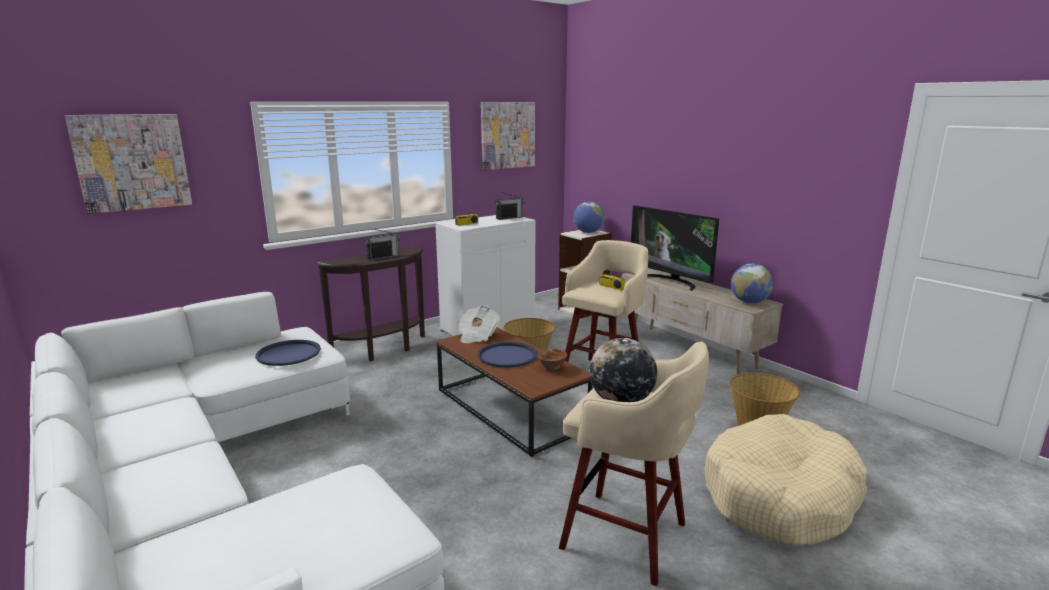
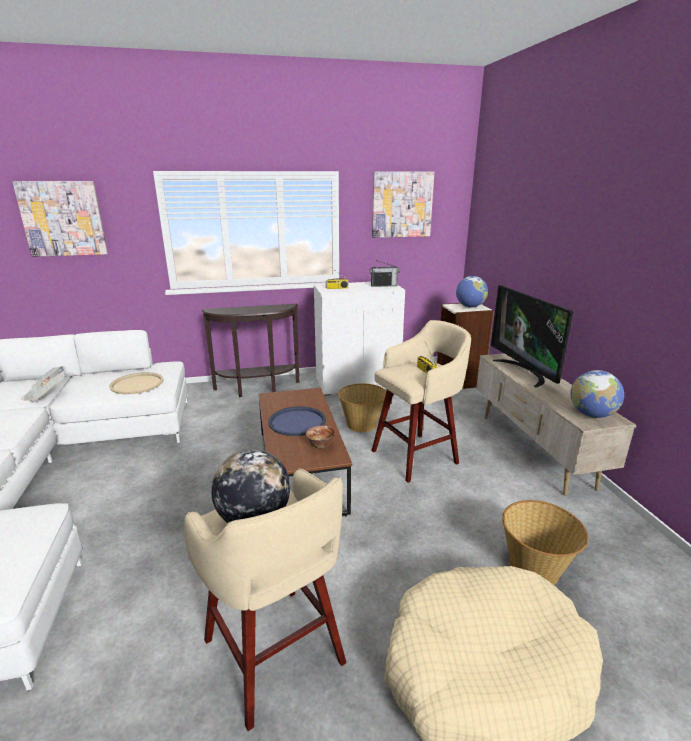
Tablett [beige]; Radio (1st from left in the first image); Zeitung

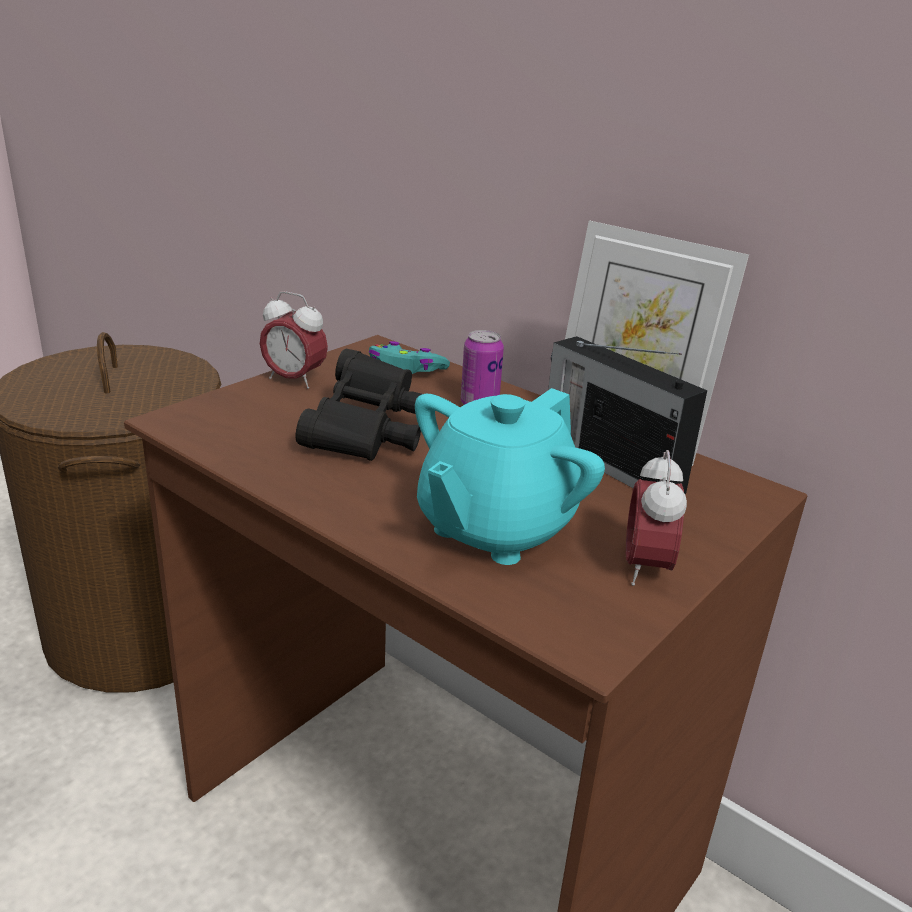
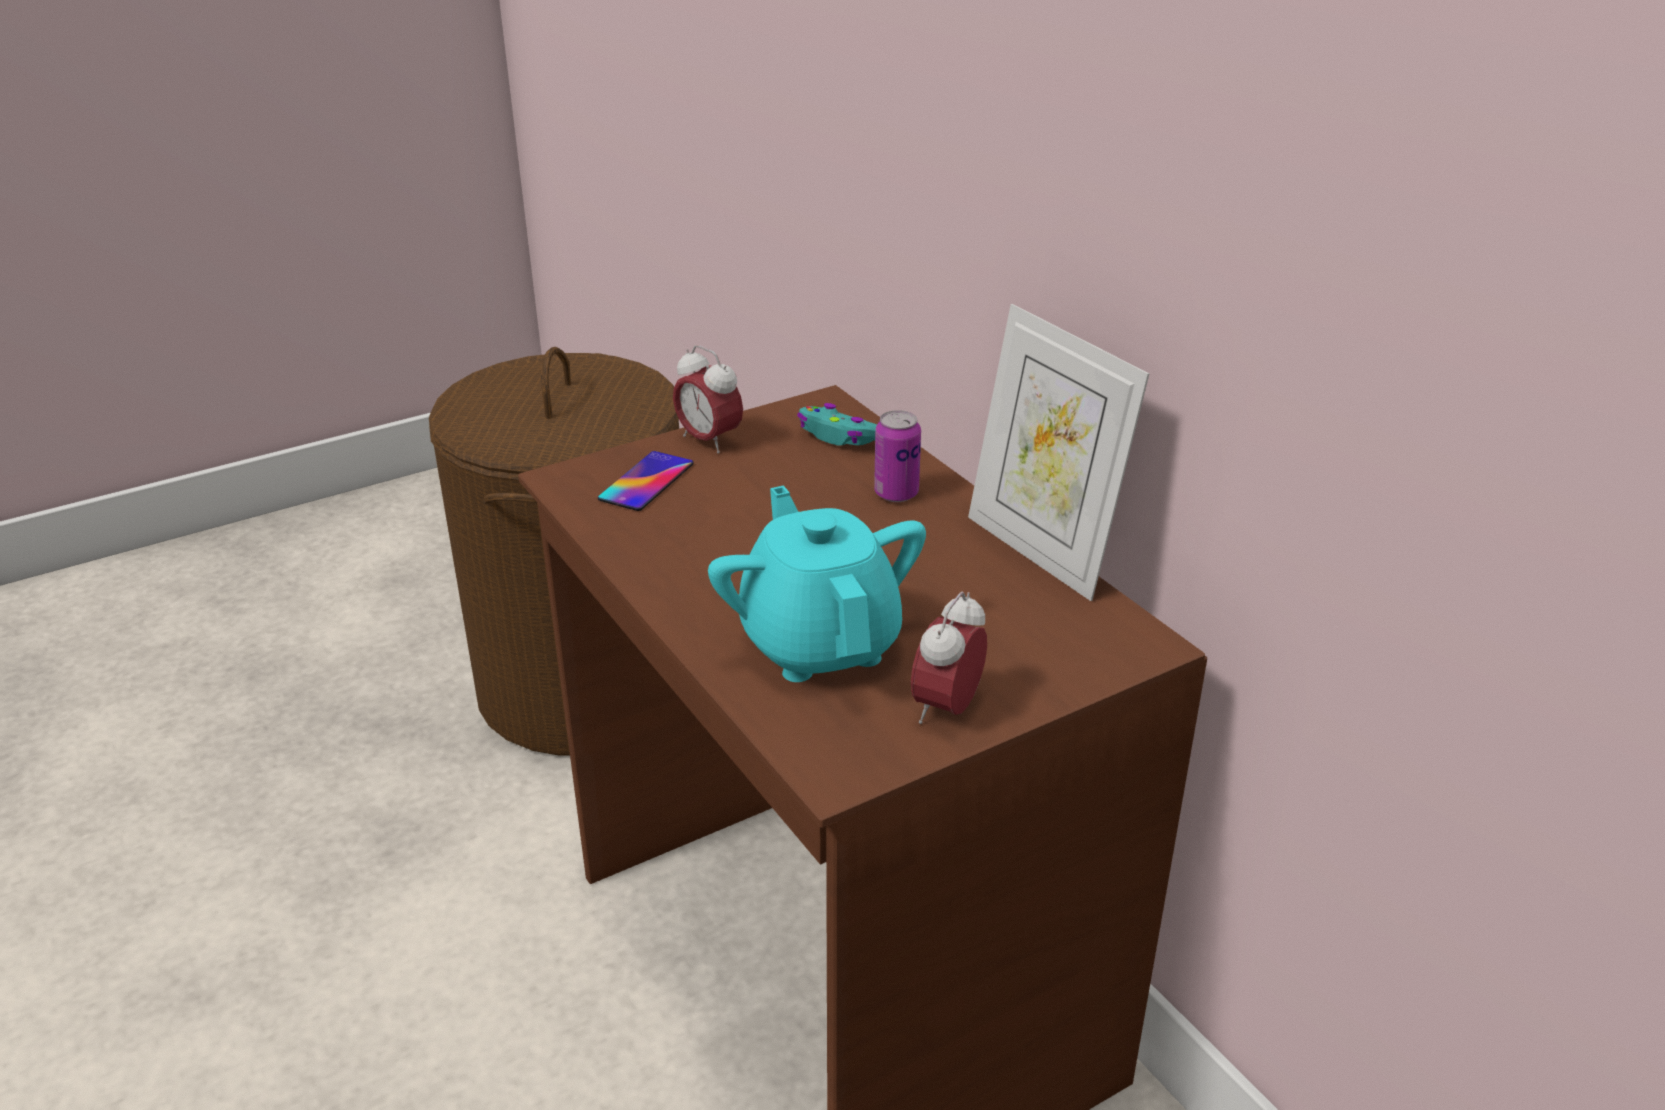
Fernglas [schwarz]; Teekanne [türkis]; Radio; Handy

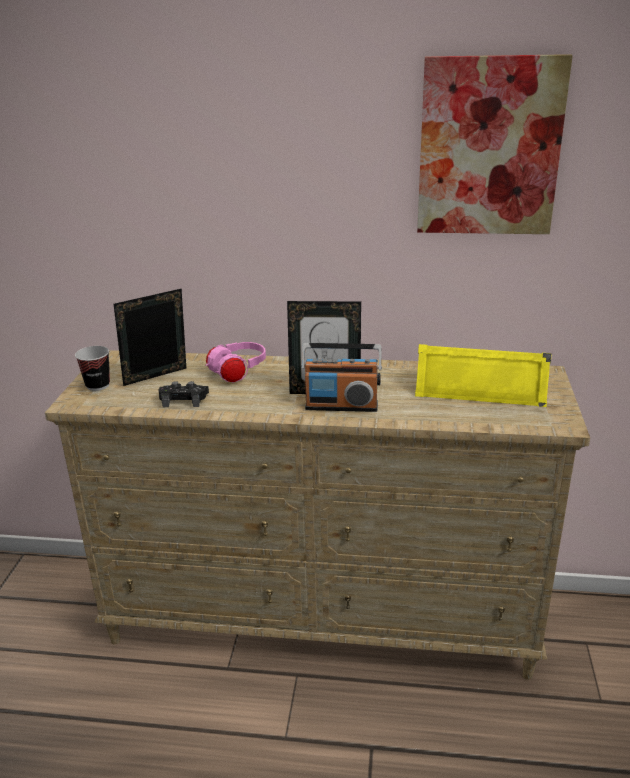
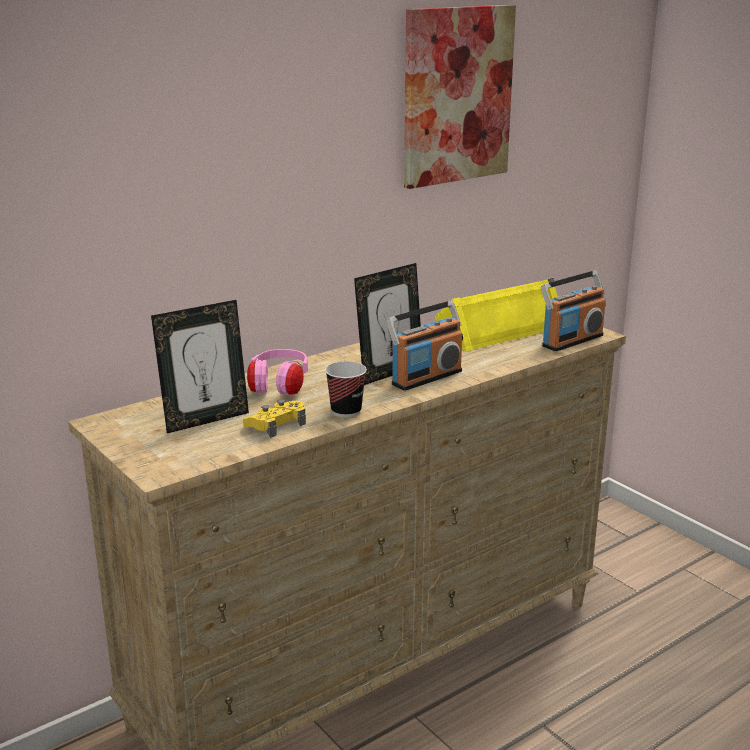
Tasse; Bilderrahmen (1st from left); Gamepad [gelb]; Radio (2nd from left)

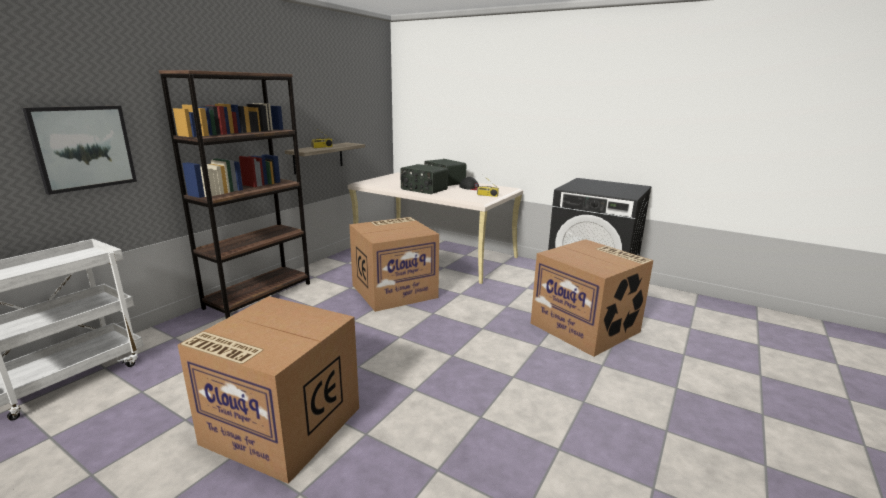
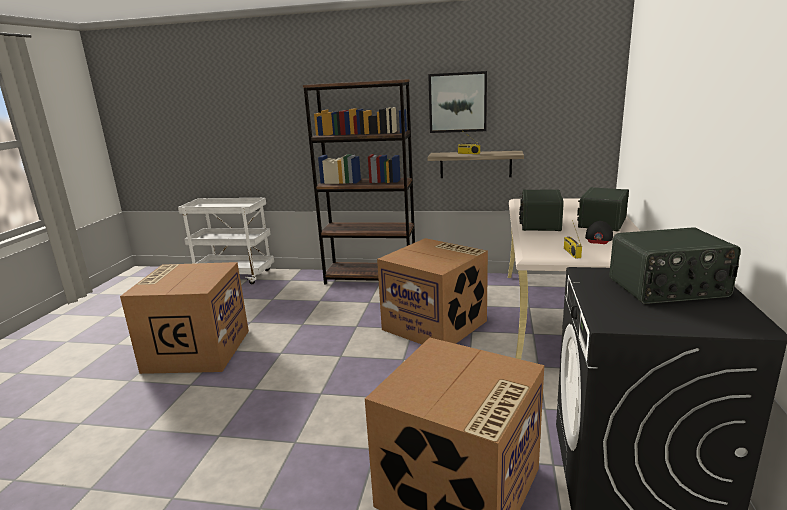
Bild; Radio (5th from left)

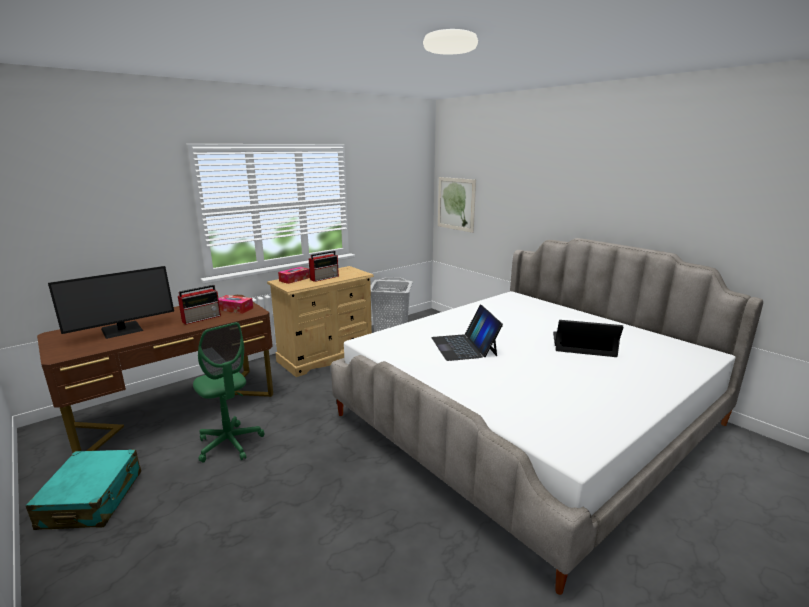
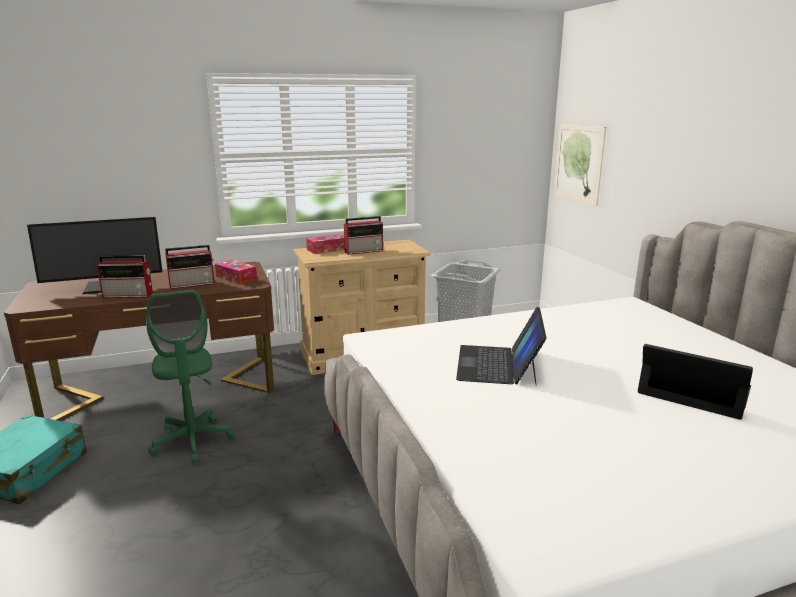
Radio (1st from left)

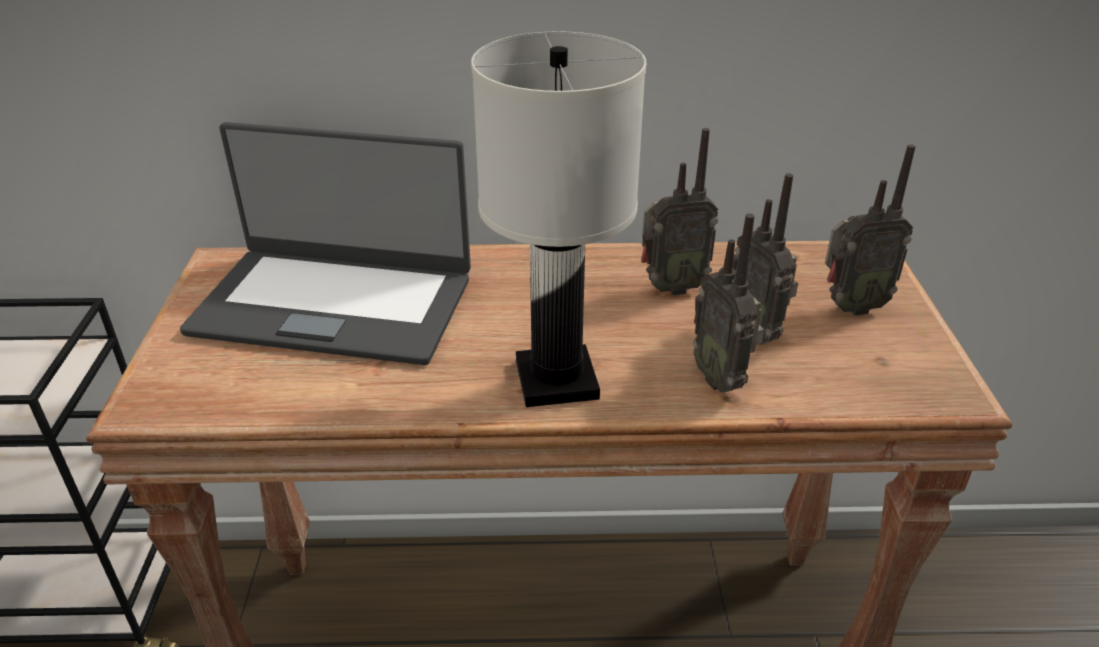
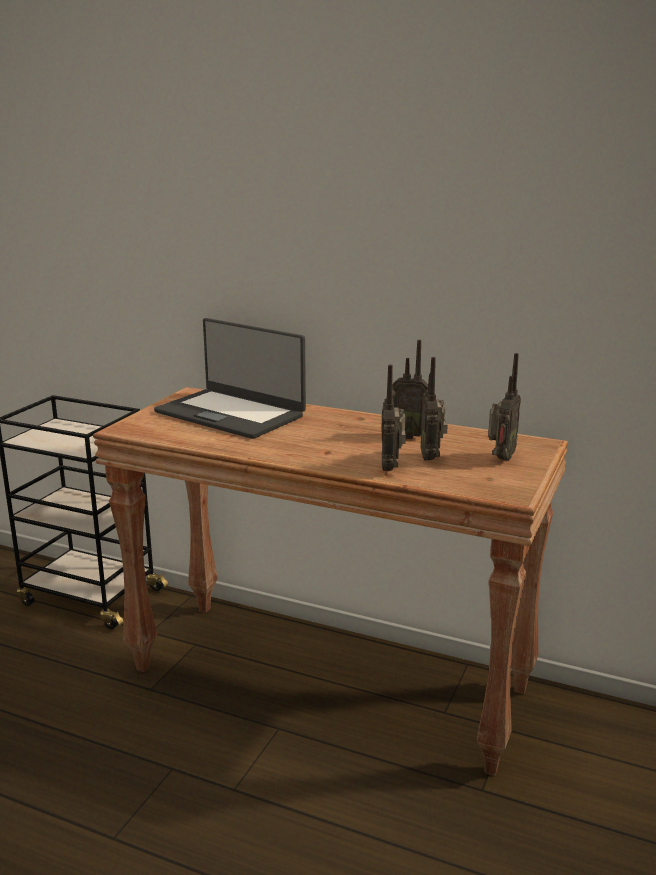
Tischlampe [weiß]; Radio (4th from left)

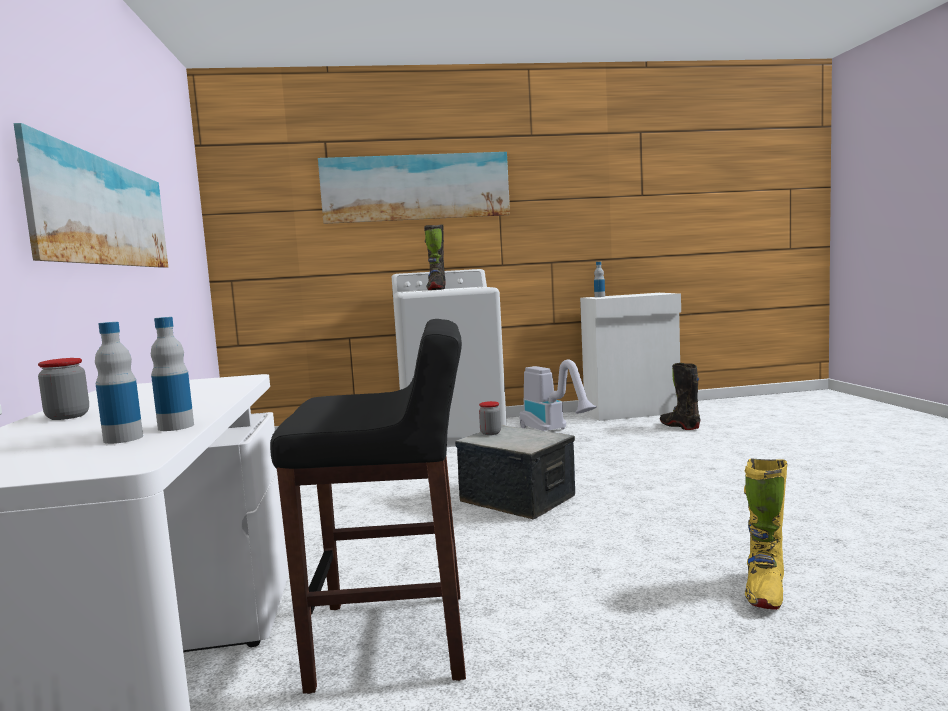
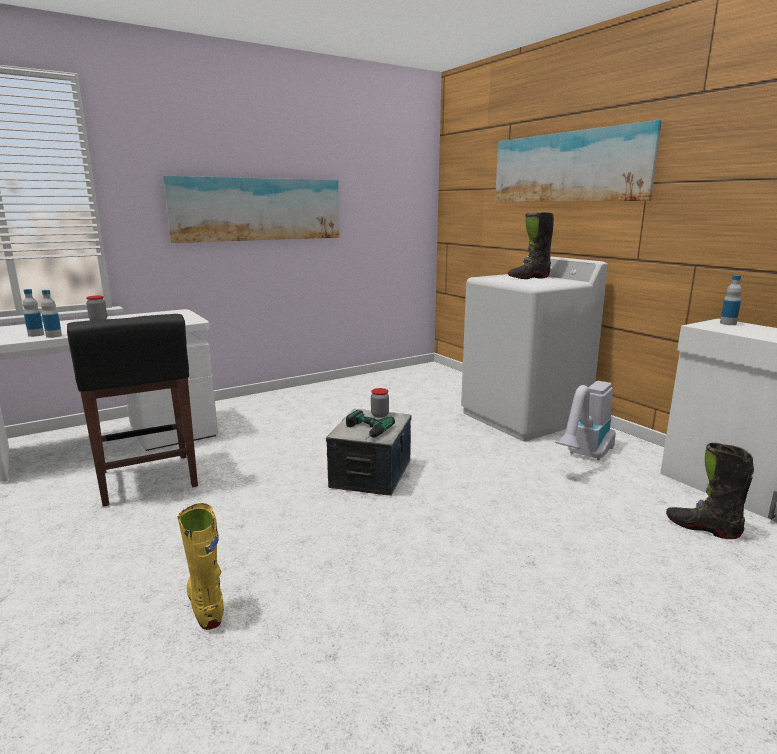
Stiefel [schwarz] (2nd from left); Stiefel [gelb]; Bohrmaschine

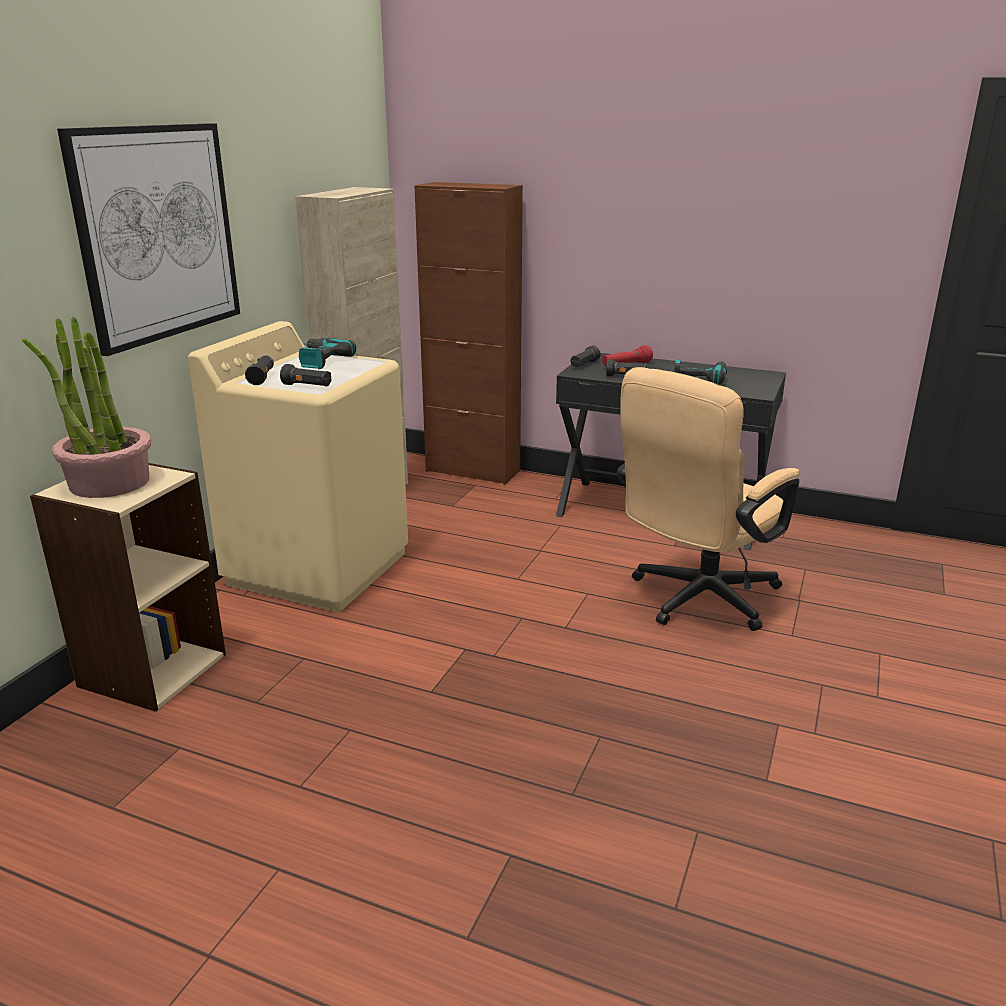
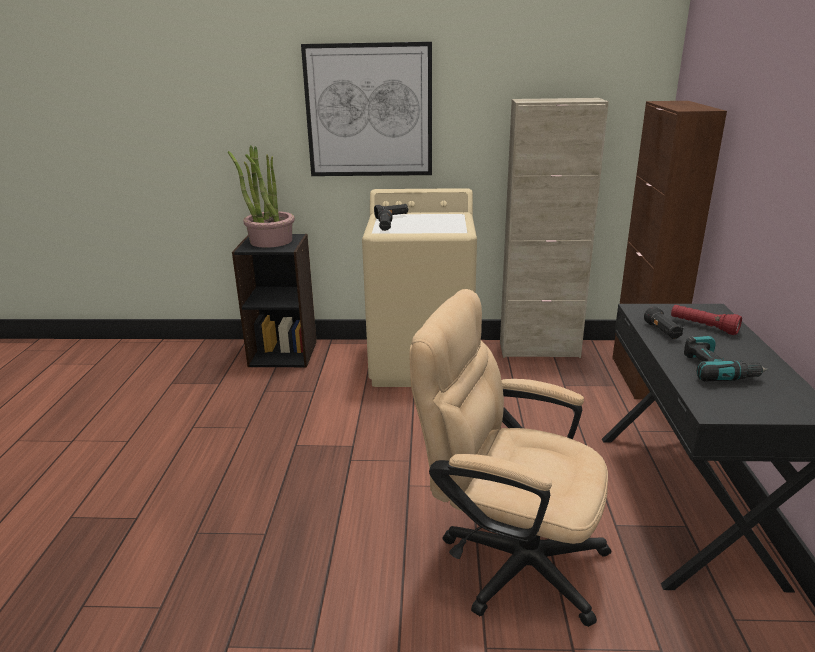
Bücherregal [schwarz]; Bohrmaschine (1st from left in the first image); Taschenlampe [schwarz] (3rd from left in the first image)

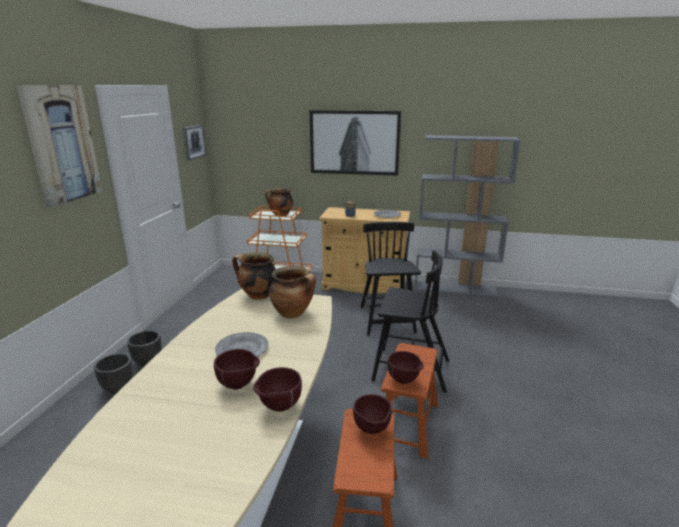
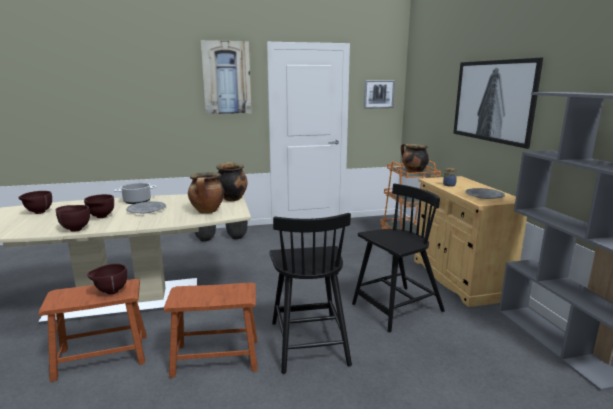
Schüssel [braun] (1st from left); Kochtopf (1st from left)

